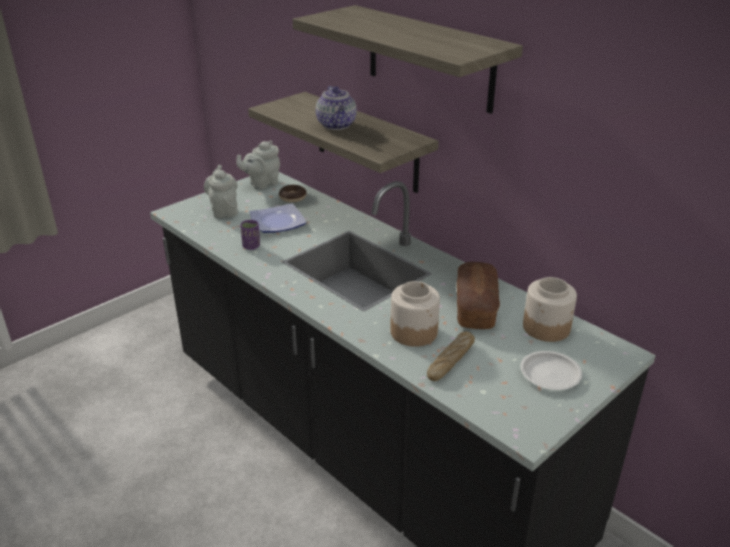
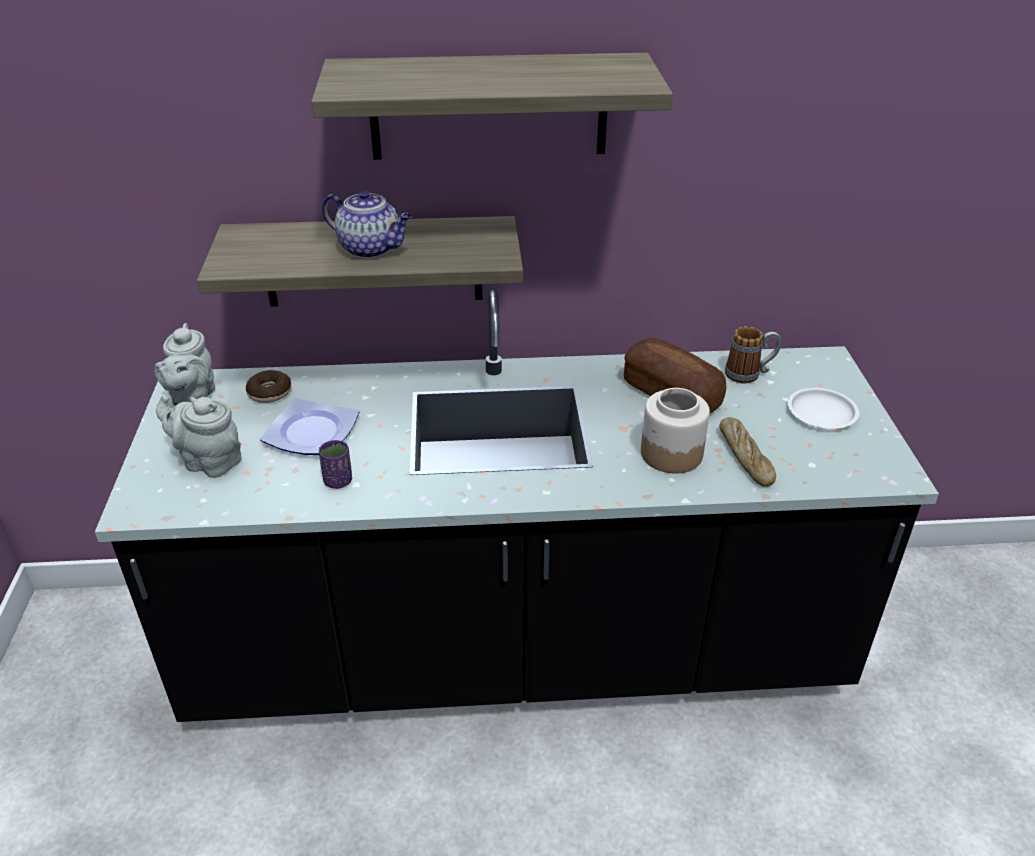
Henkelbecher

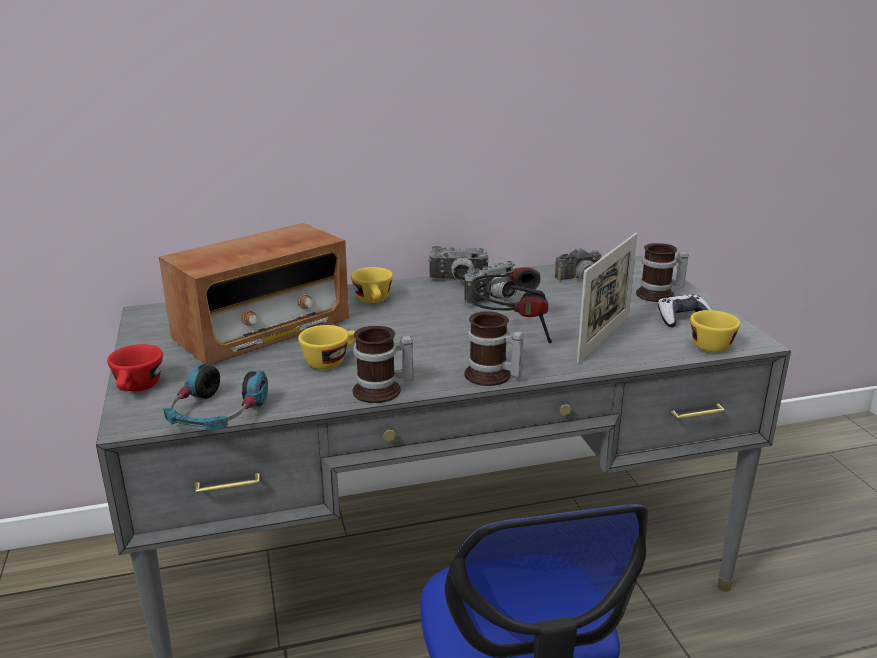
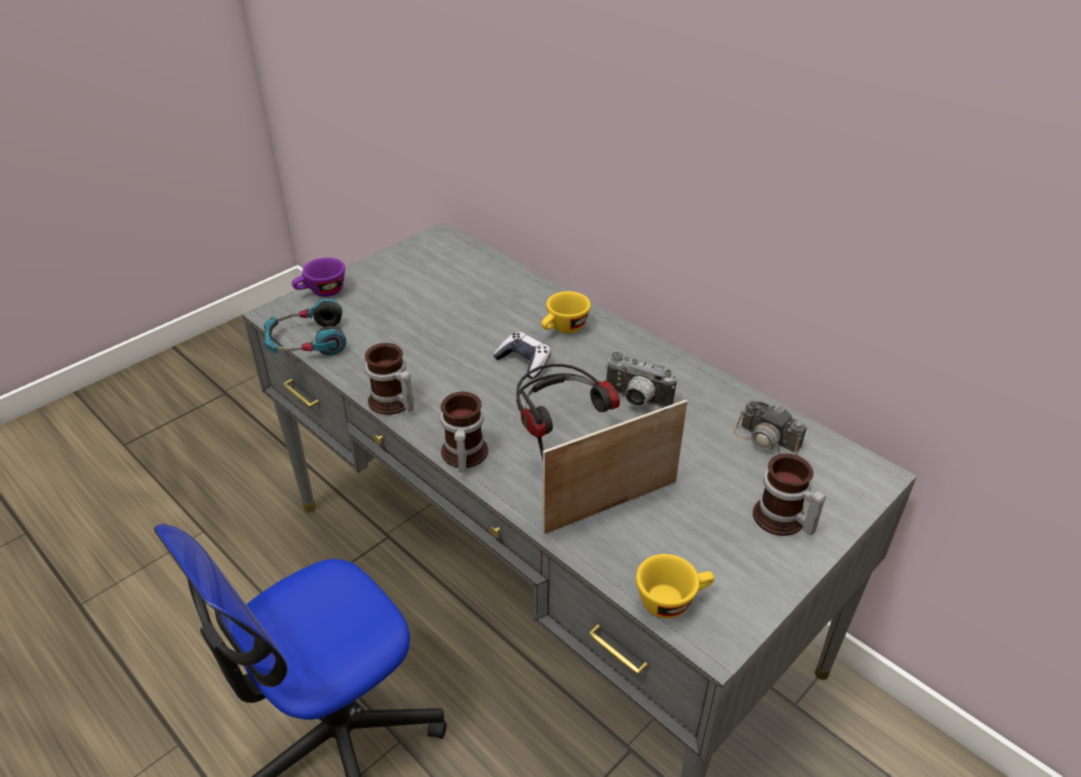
Tasse [lila]; Radio; Tasse [gelb] (1st from left in the first image); Kamera (1st from left in the first image); Bilderrahmen; Gamepad

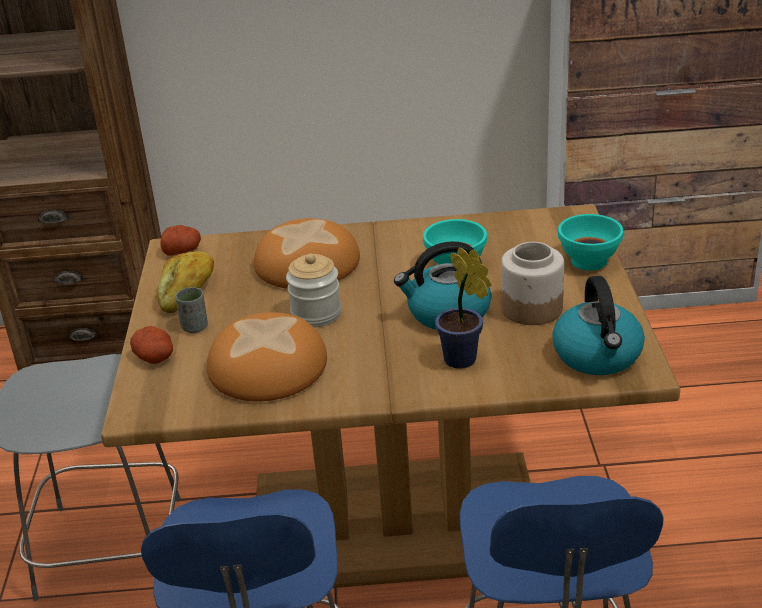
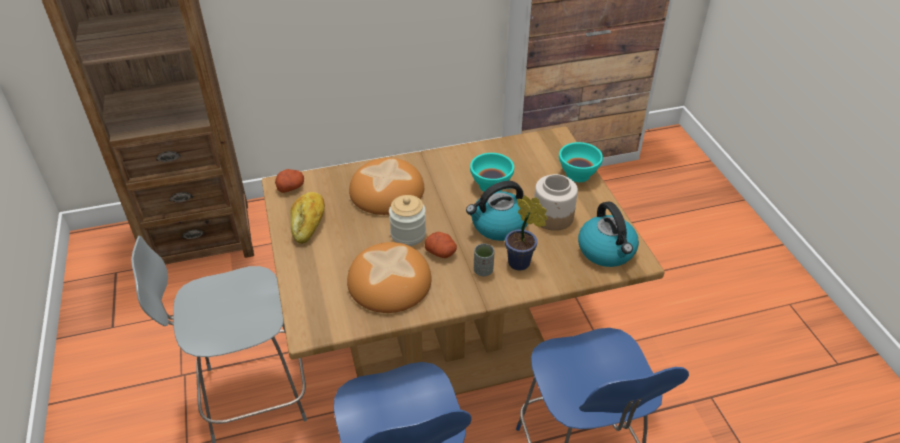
Kartoffel (2nd from left); Tasse [grau]

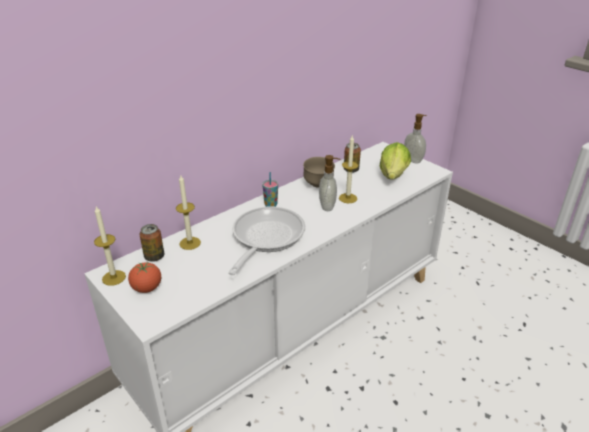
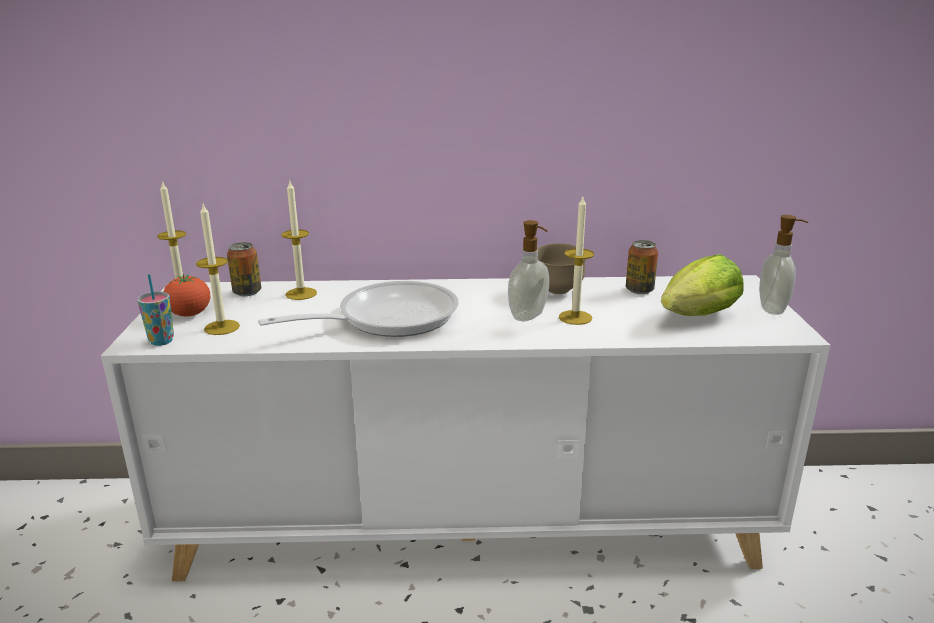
Tasse; Kerze (2nd from left)

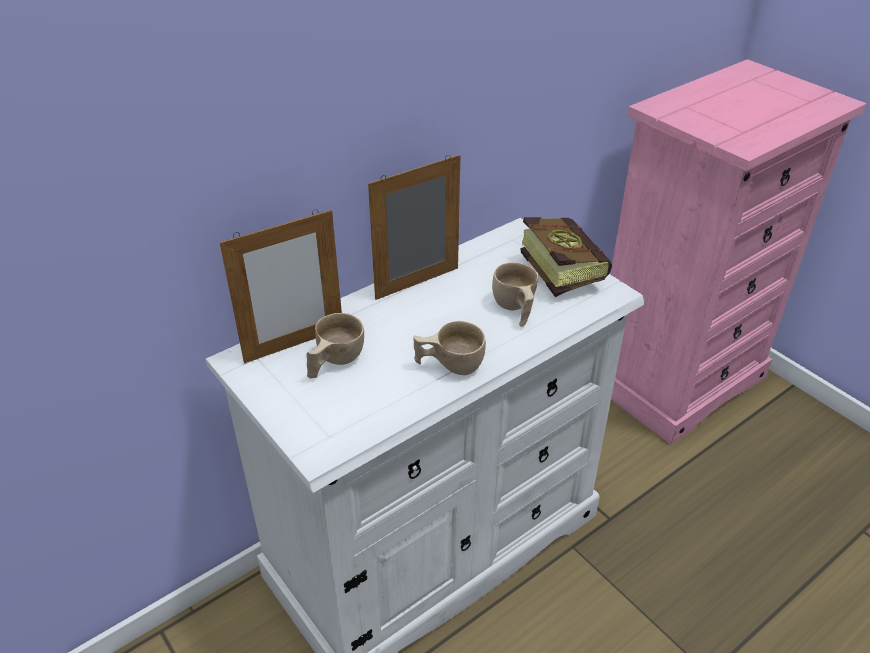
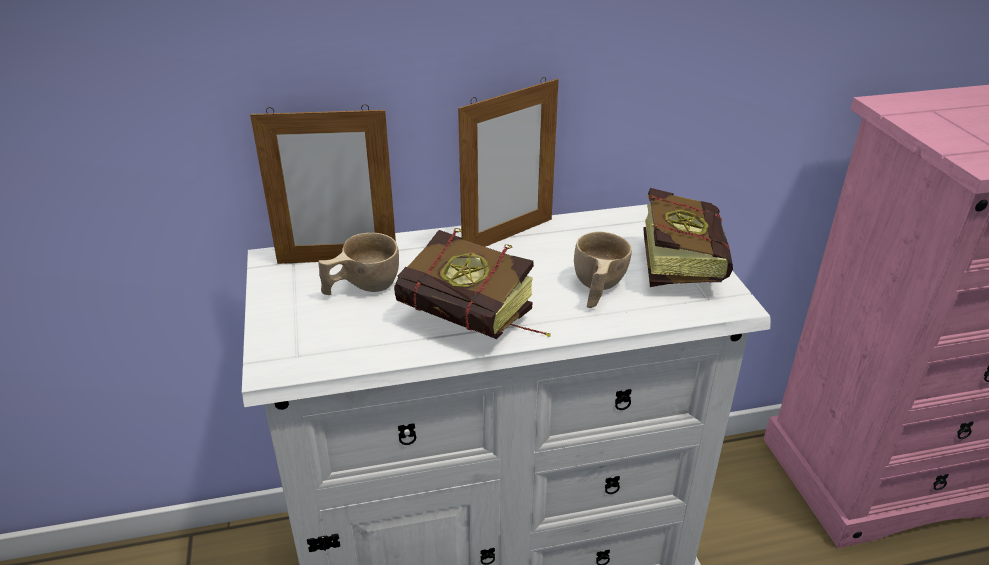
Bilderrahmen (2nd from left); Buch (1st from left)

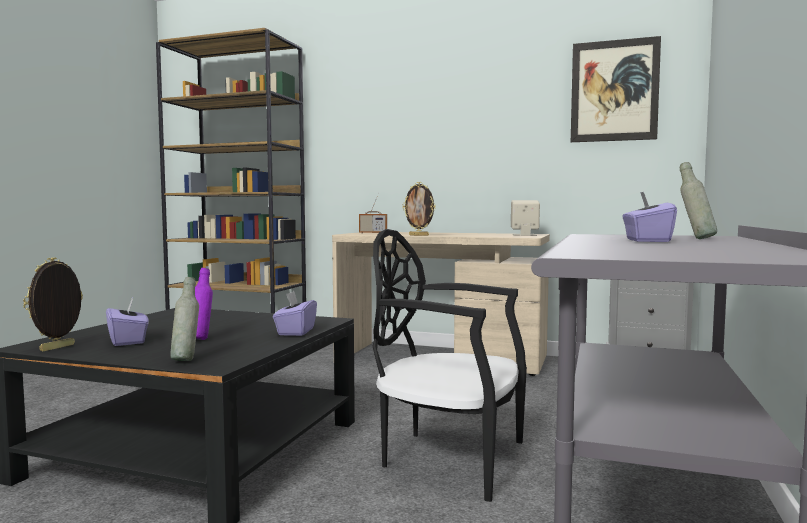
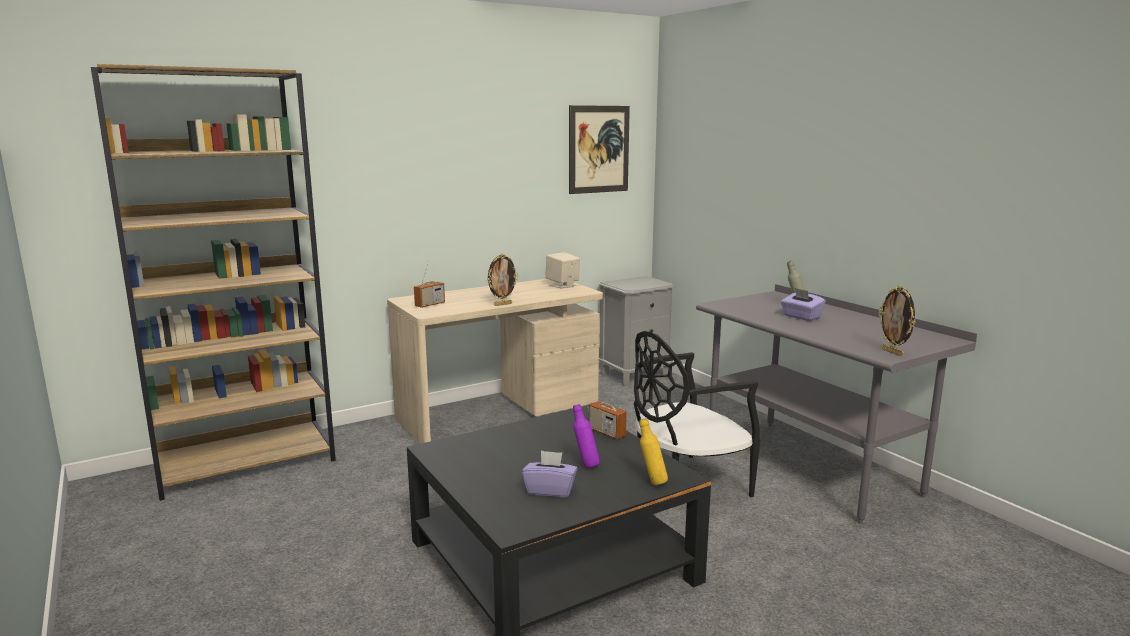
Bilderrahmen (2nd from left); Flasche [gelb]; Radio (2nd from left)

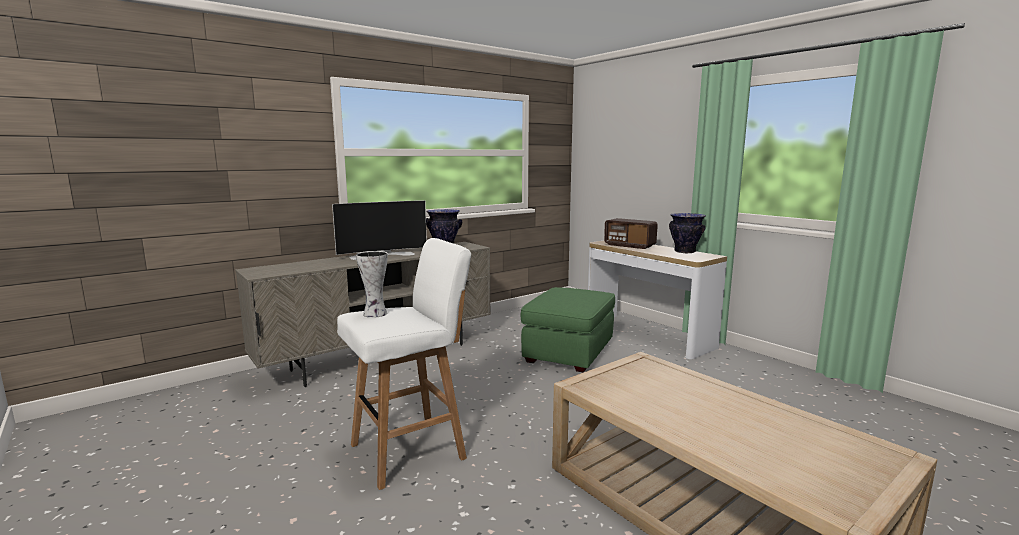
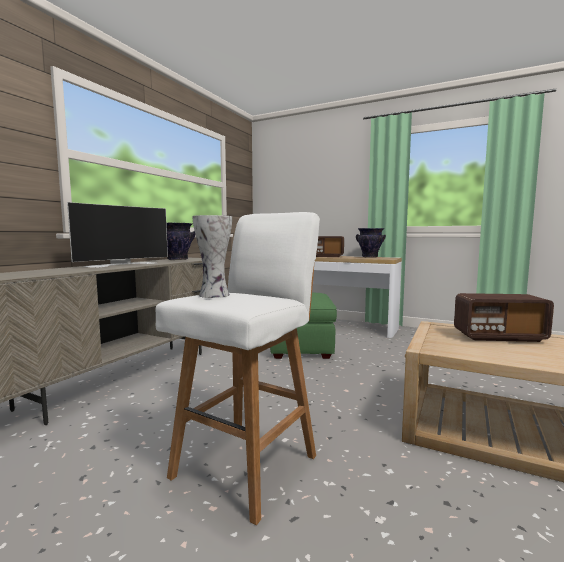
Radio (2nd from left)

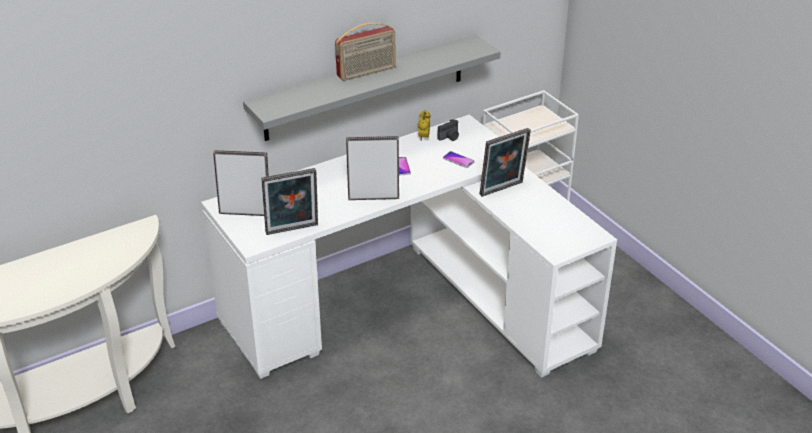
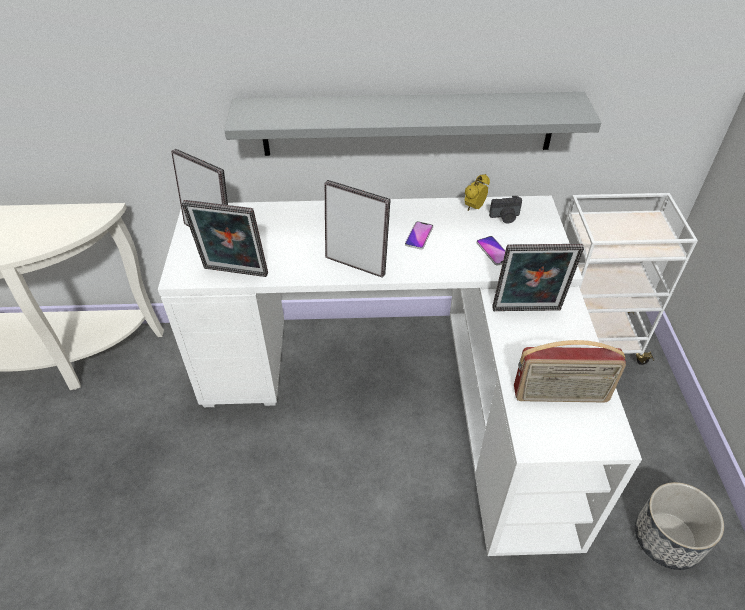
Radio; Pflanzkübel

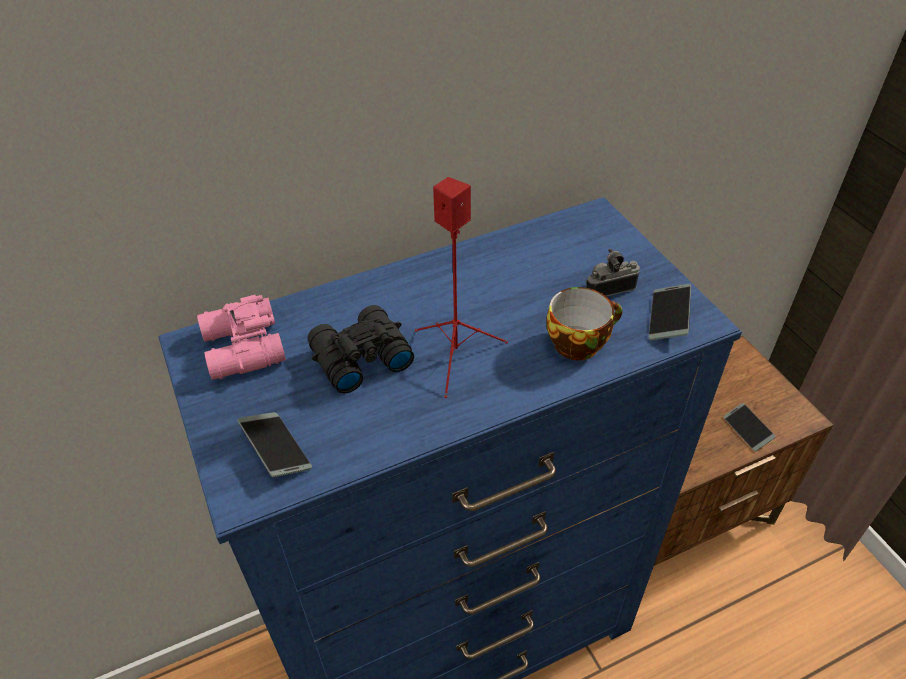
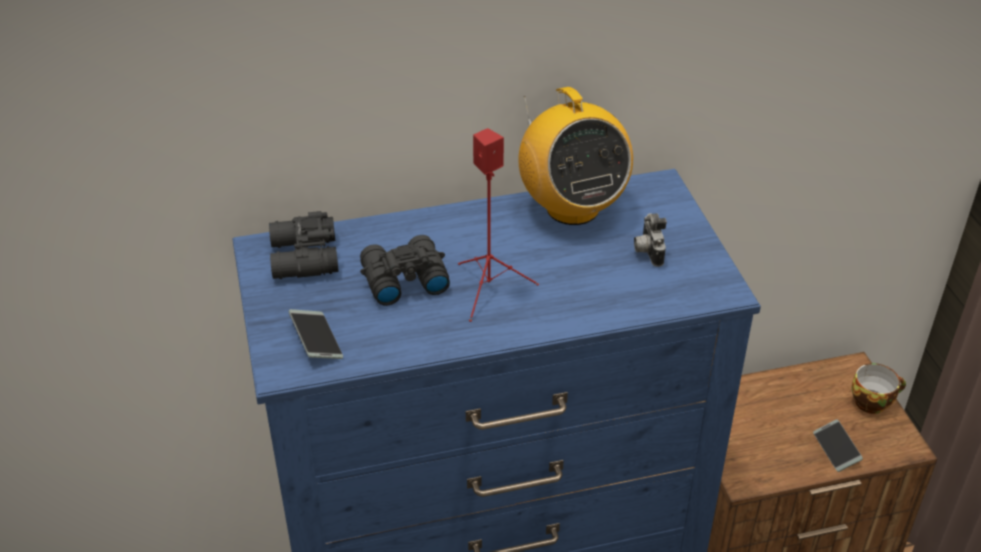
Fernglas [schwarz] (1st from left); Tasse; Kamera; Handy (2nd from left in the first image); Radio

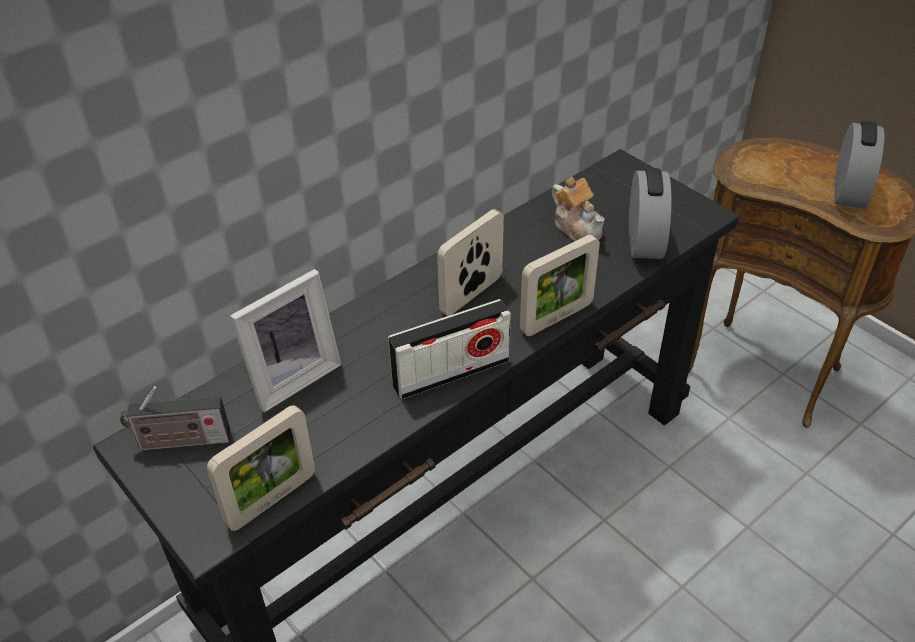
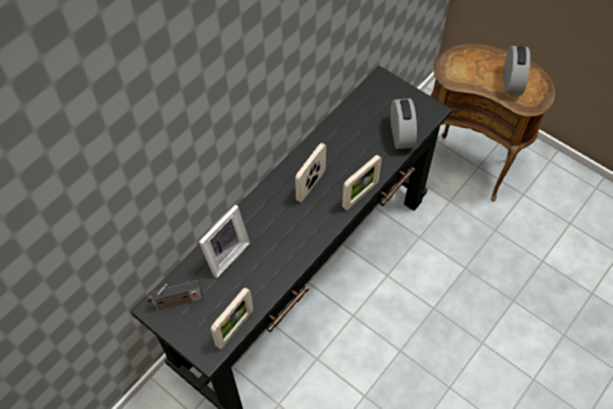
Radio (2nd from left in the first image); Teekanne

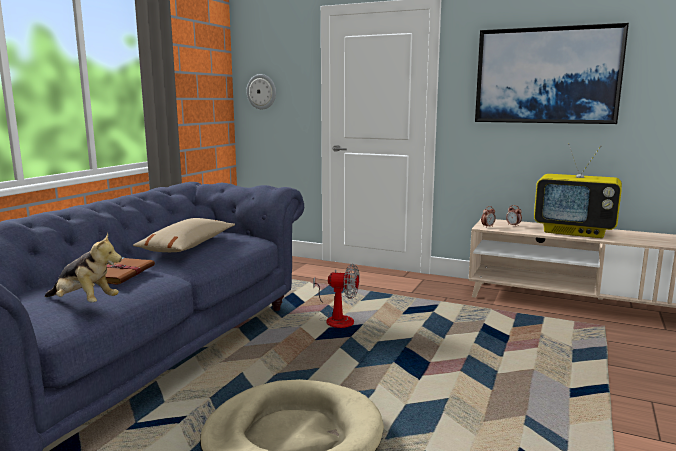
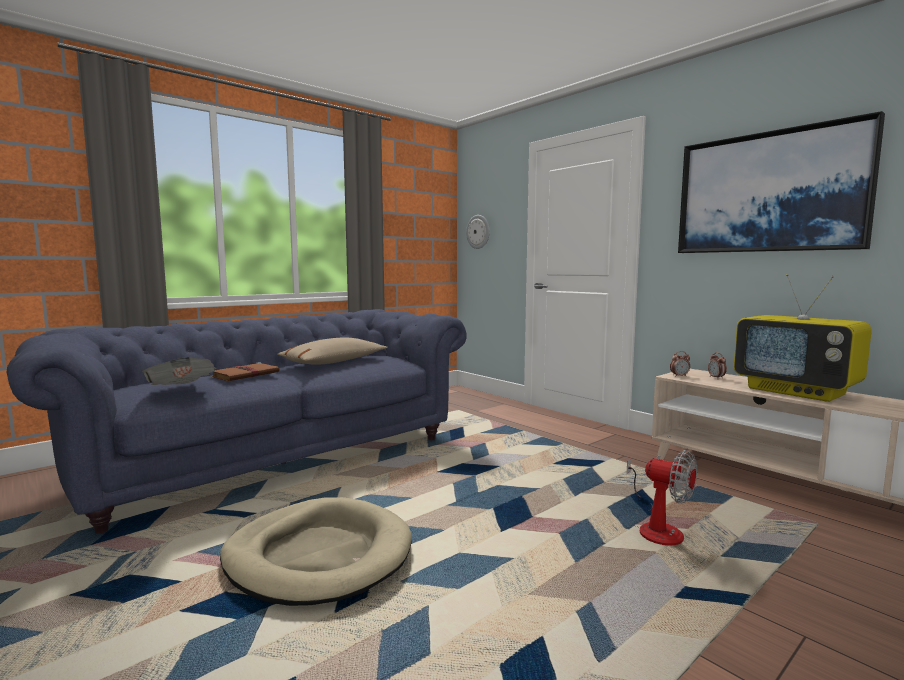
Zeitung; Ventilator

